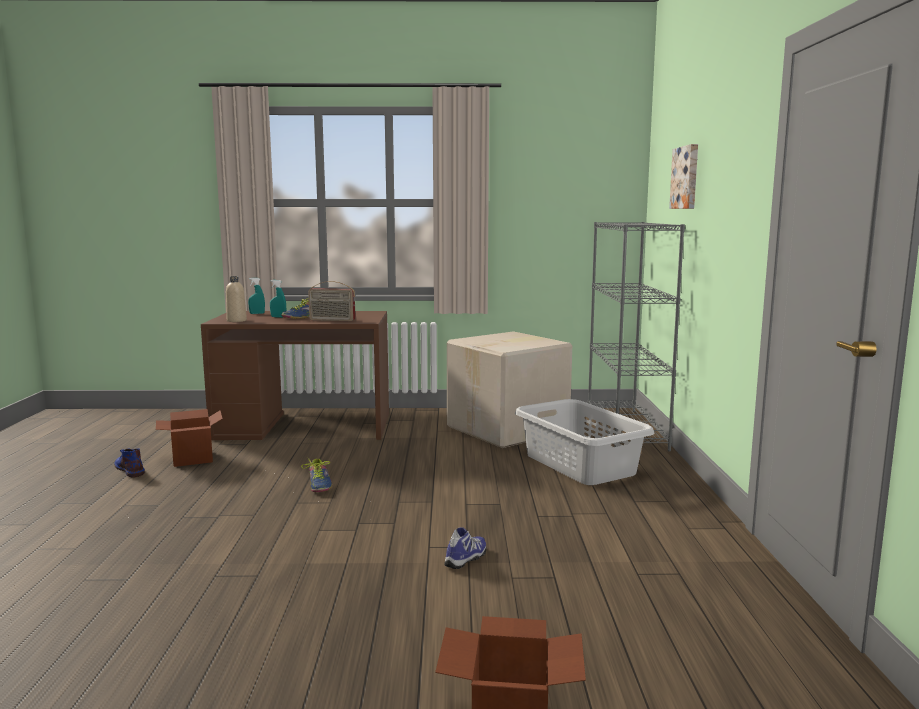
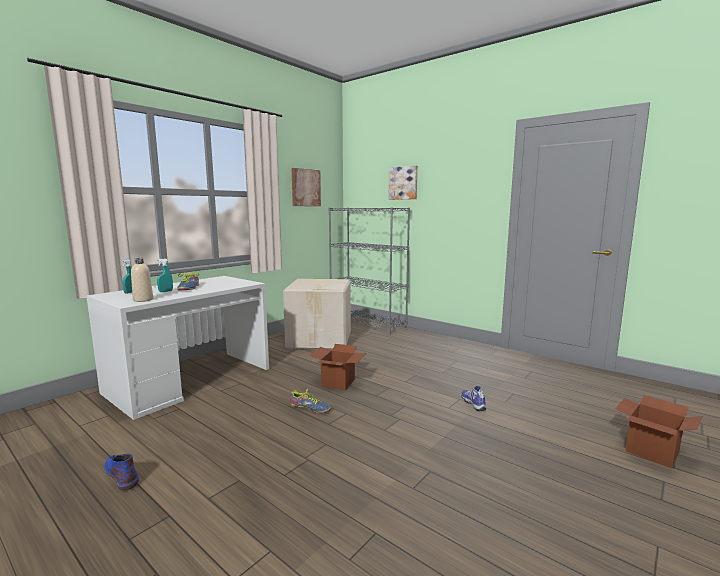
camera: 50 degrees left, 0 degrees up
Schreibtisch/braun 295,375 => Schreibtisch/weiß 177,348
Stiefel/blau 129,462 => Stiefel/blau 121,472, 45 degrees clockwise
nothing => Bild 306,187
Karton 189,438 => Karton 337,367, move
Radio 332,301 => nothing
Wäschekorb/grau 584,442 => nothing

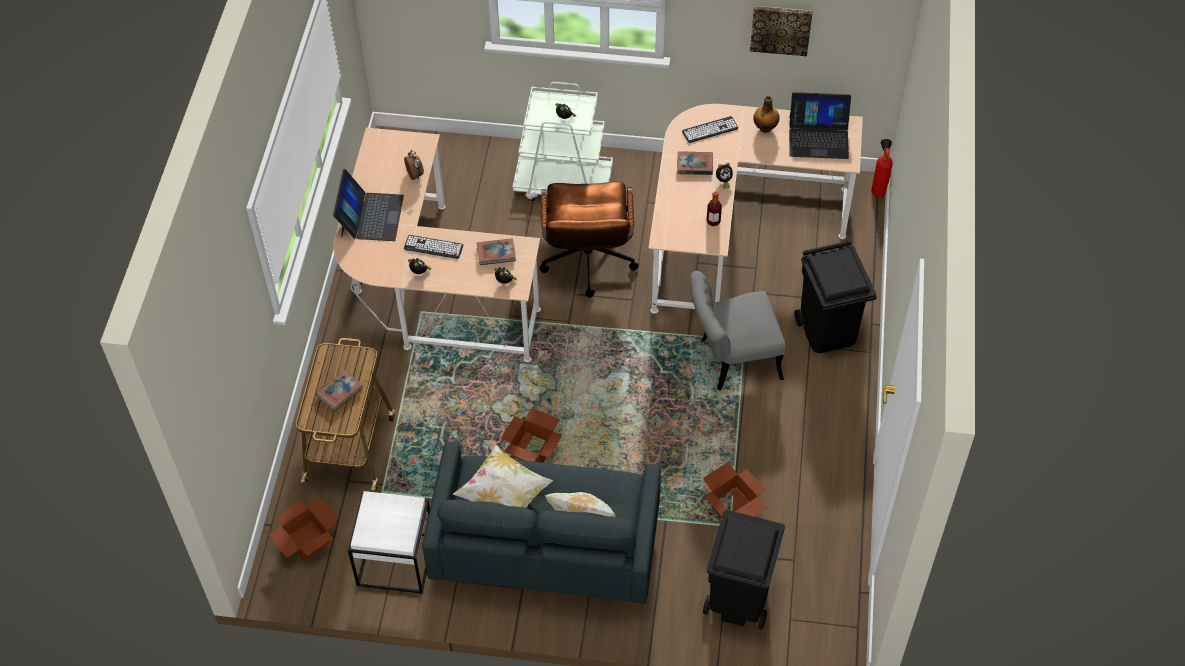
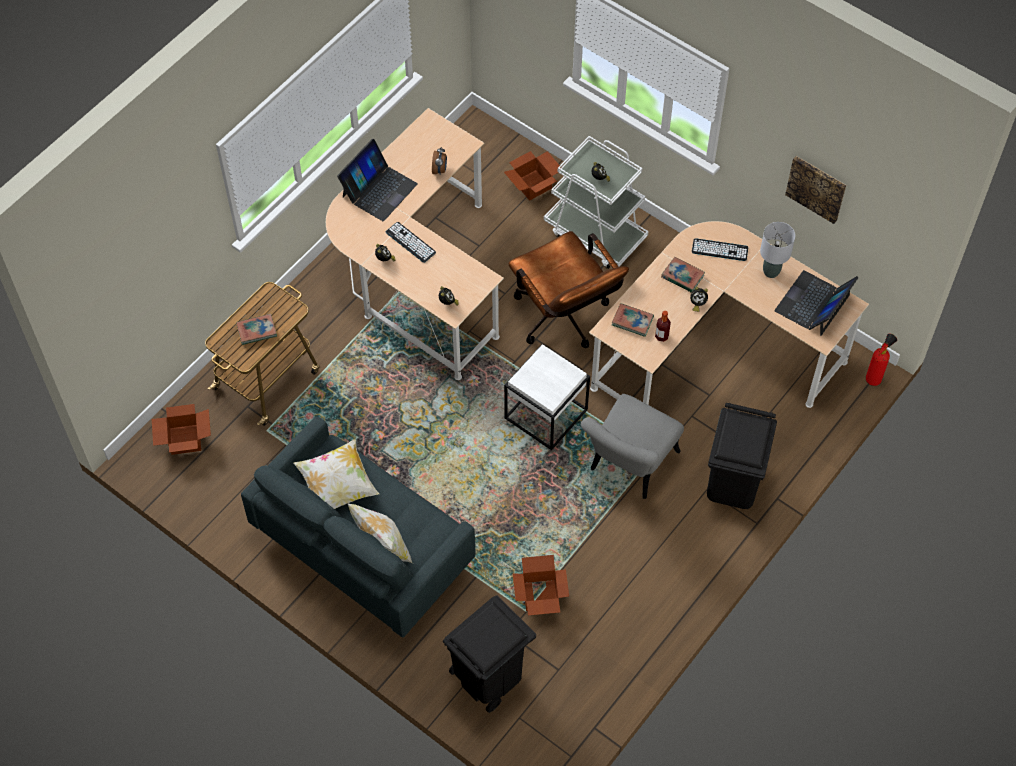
camera: 30 degrees right, 5 degrees up
Karton 532,435 => Karton 532,176, move
Beistelltisch/weiß 389,542 => Beistelltisch/weiß 547,397, move
Bürostuhl/braun 589,240 => Bürostuhl/braun 568,289, 60 degrees counterclockwise
Stuhl/grau 738,330 => Stuhl/grau 632,446, 75 degrees counterclockwise
Buch 496,251 => Buch 633,320, move
Flasche 766,114 => Tischlampe/grau 777,250
Laptop 820,125 => Laptop 816,303, 90 degrees clockwise

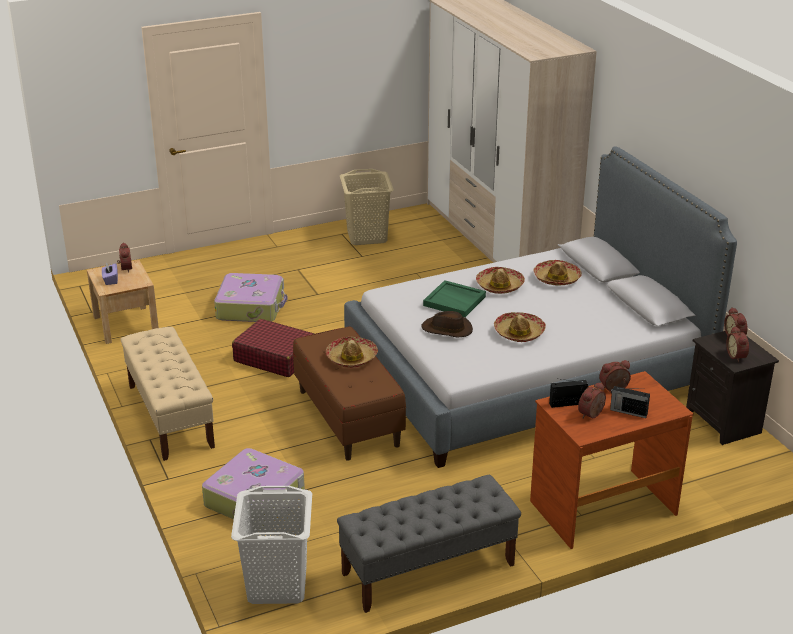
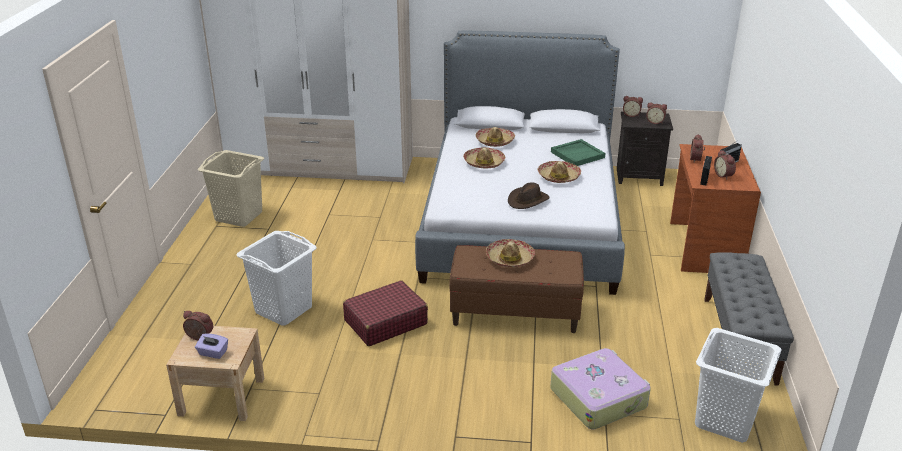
camera: 60 degrees left, 0 degrees up
Koffer 251,297 => Wäschekorb/weiß 276,278
Tablett/grün 454,298 => Tablett/grün 578,152, move
Bank/beige 168,394 => nothing

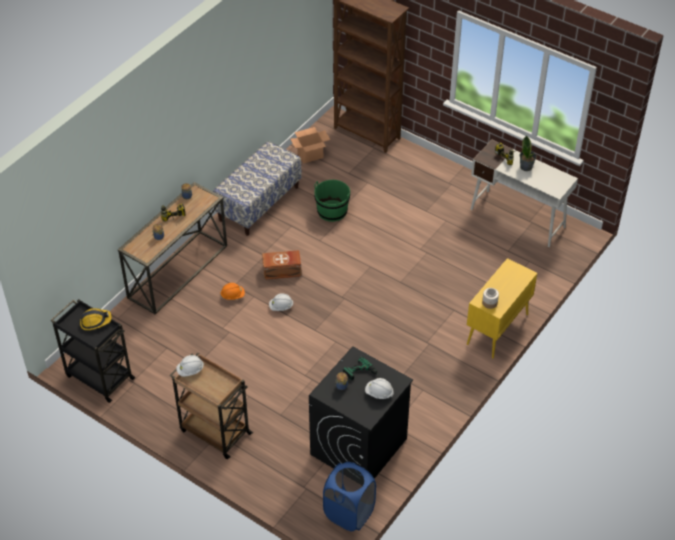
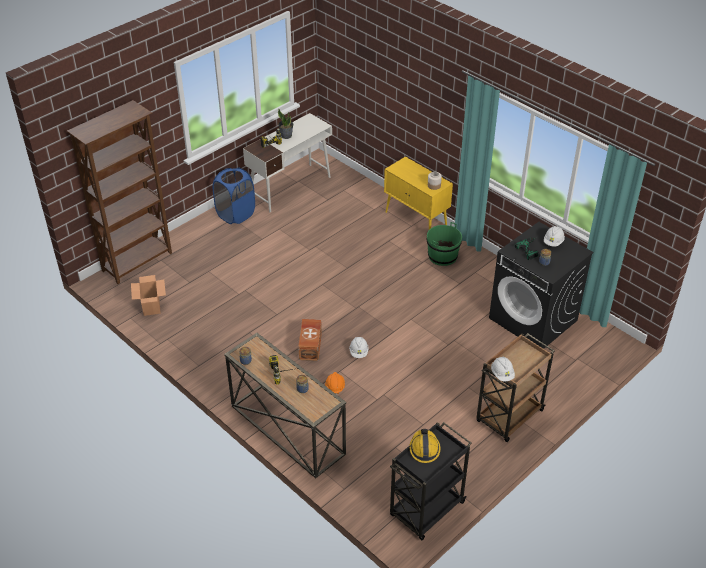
camera: 80 degrees left, 5 degrees down
Wäschekorb/blau 349,496 => Wäschekorb/blau 234,195, move
Eimer/grün 332,201 => Eimer/grün 444,244, move
Bank 257,188 => nothing

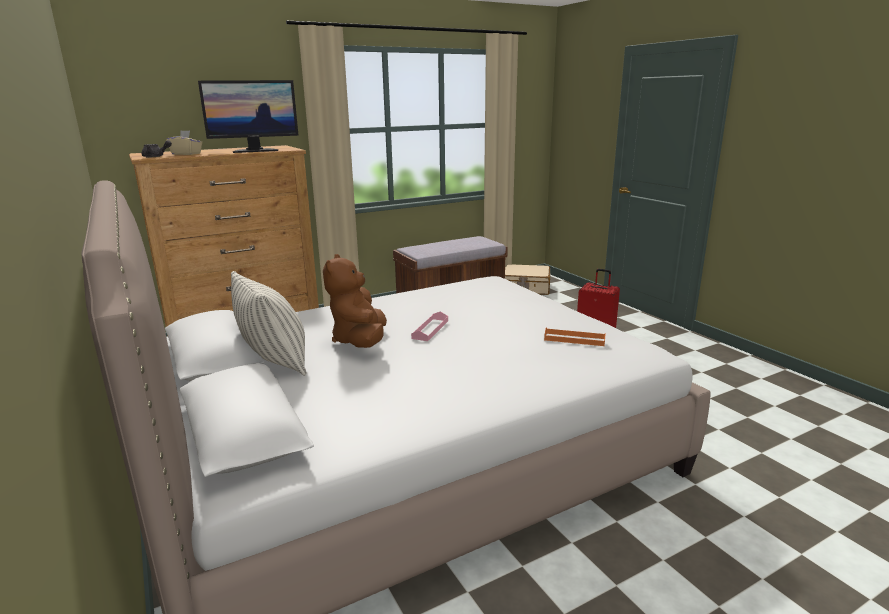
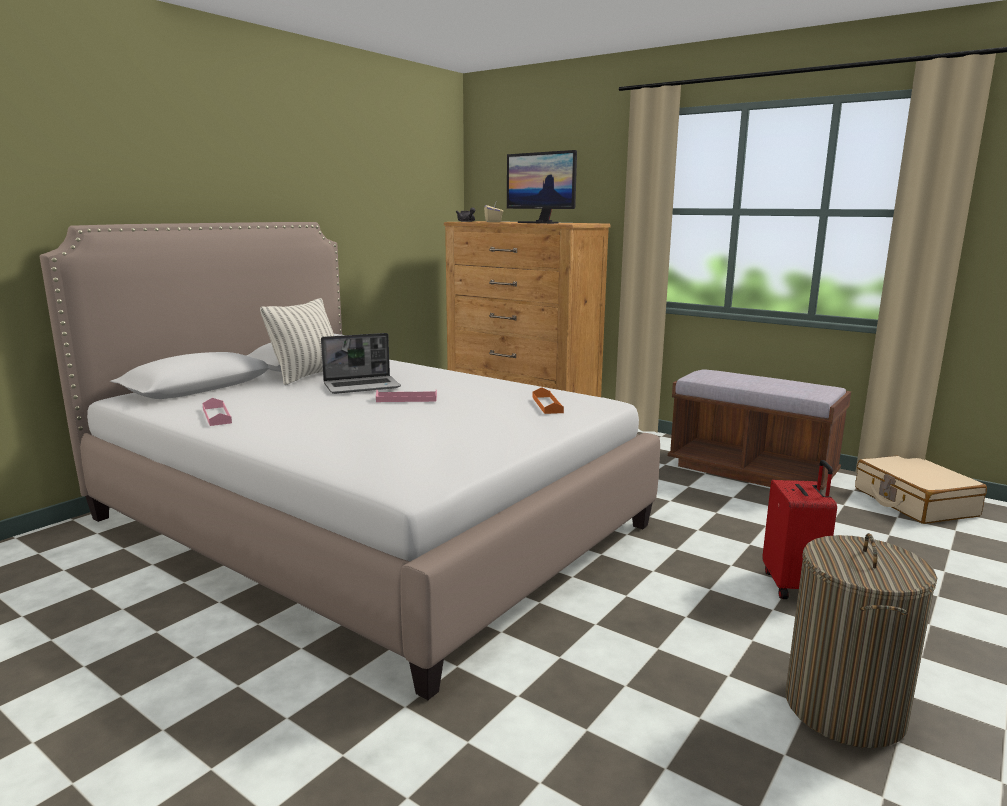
camera: 65 degrees right, 5 degrees down
nothing => Tablett/rosa 217,412
Plüschtier/braun 355,301 => Laptop 361,363
Tablett/orange 575,337 => Tablett/orange 548,400, move
nothing => Wäschekorb 861,640

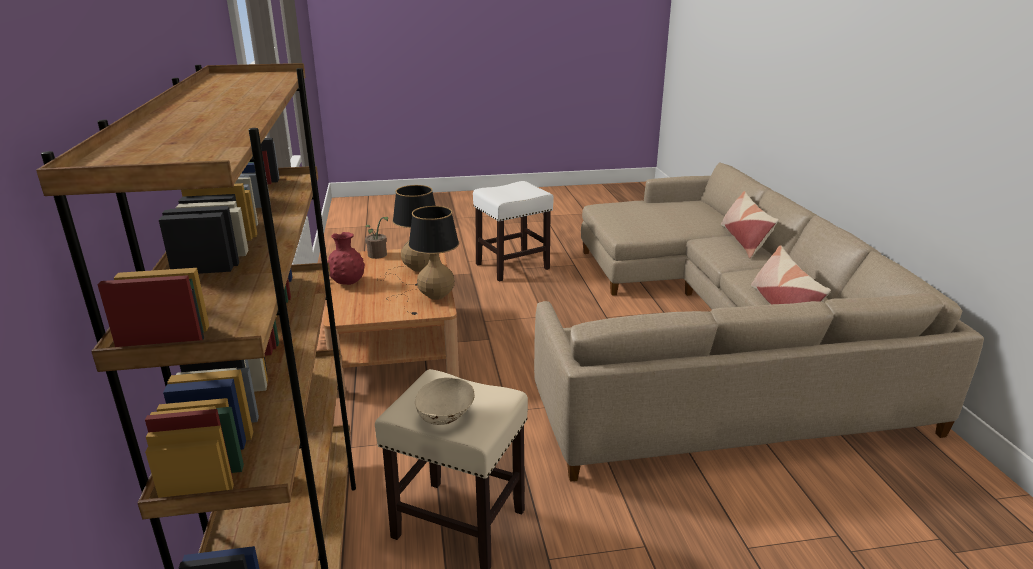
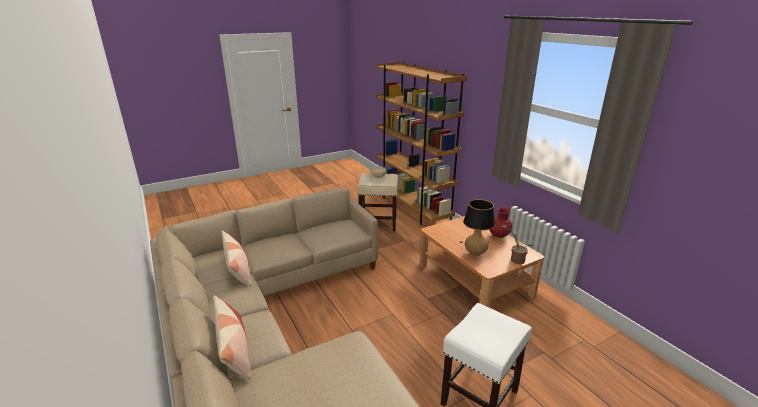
camera: 160 degrees right, 0 degrees up
Tischlampe 424,260 => nothing

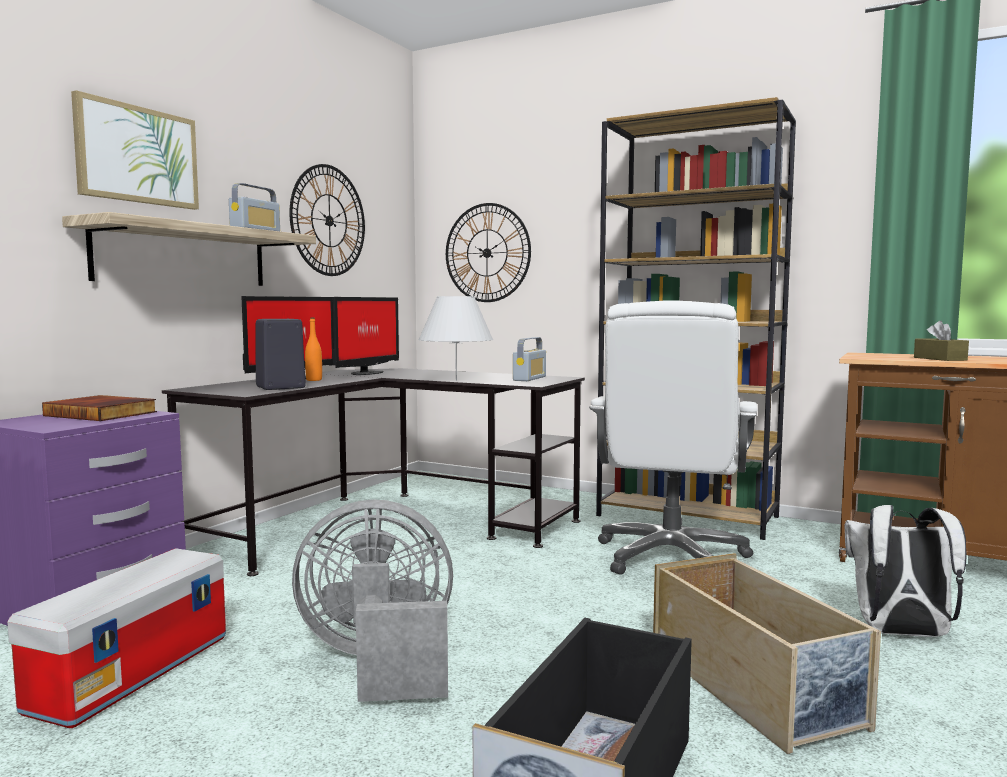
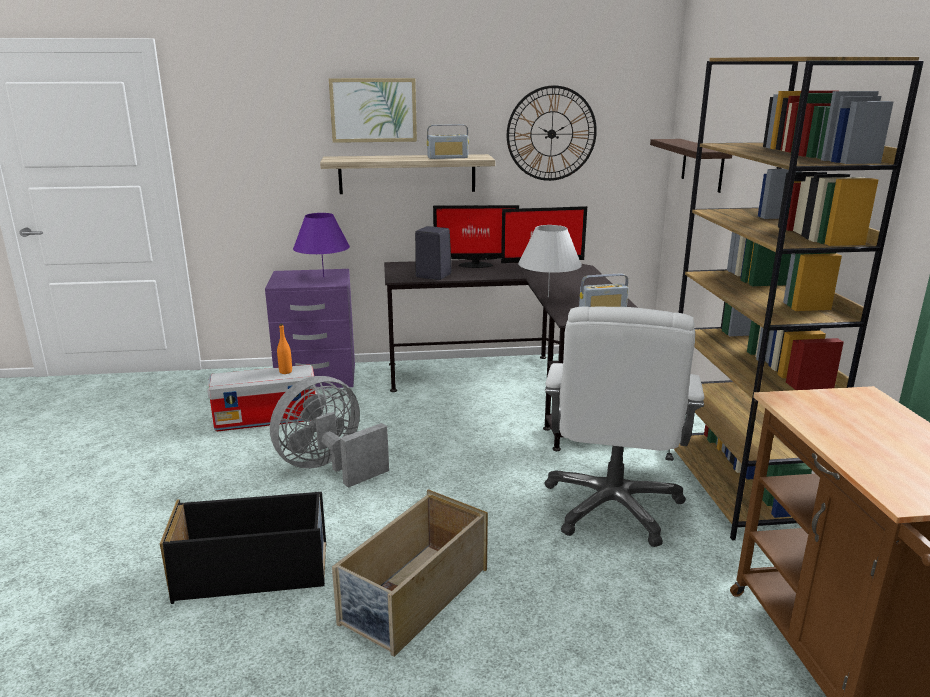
camera: 55 degrees right, 15 degrees up
Ventilator/grau 372,600 => Ventilator/grau 329,432, 90 degrees counterclockwise
Flasche/orange 313,349 => Flasche/orange 284,349, move
Buch 99,408 => Tischlampe/lila 321,245
Bürostuhl/weiß 673,437 => Bürostuhl/weiß 624,427, 60 degrees counterclockwise
Wanduhr 488,252 => Wandregal 691,166
Rucksack/weiß 906,571 => nothing
Taschentuchbox/braun 941,341 => nothing

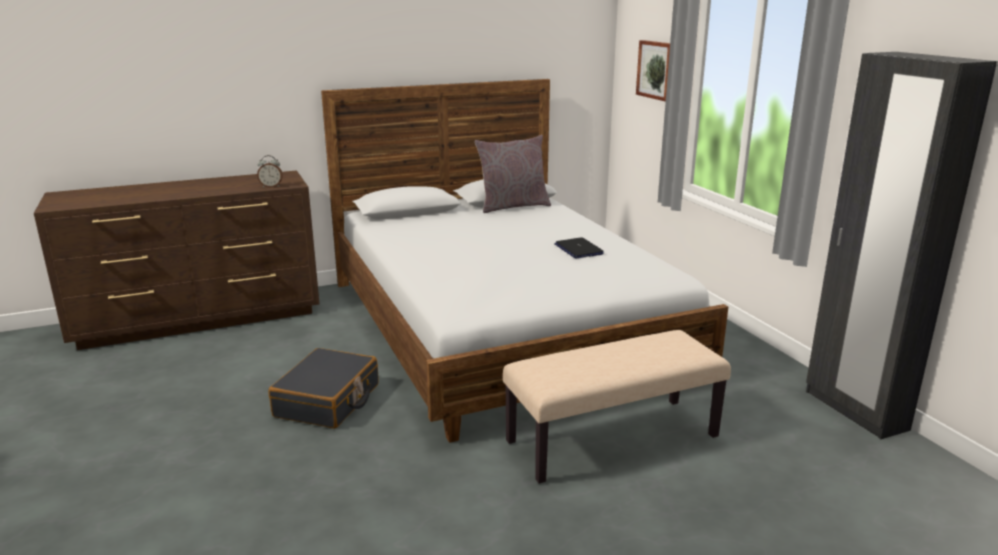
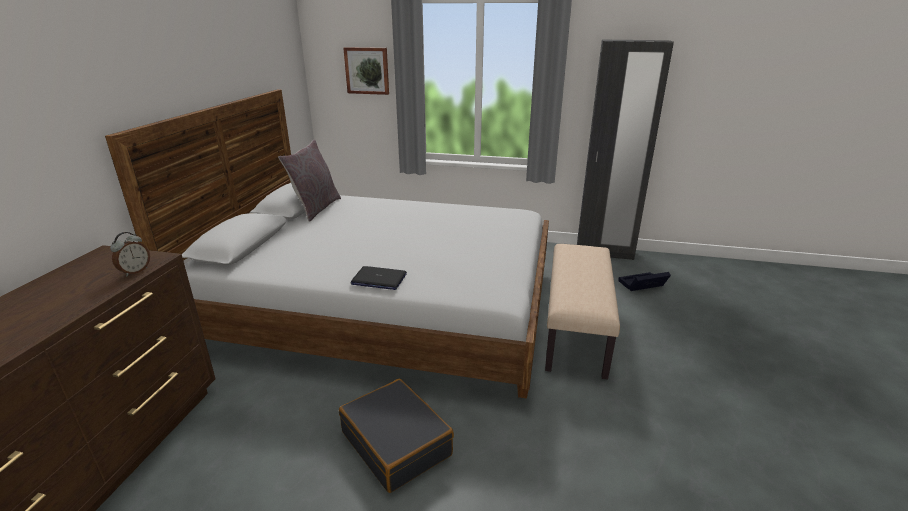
camera: 55 degrees left, 5 degrees up
Laptop 579,247 => Laptop 379,278, move
nothing => Aufbewahrungsbox/schwarz 644,281

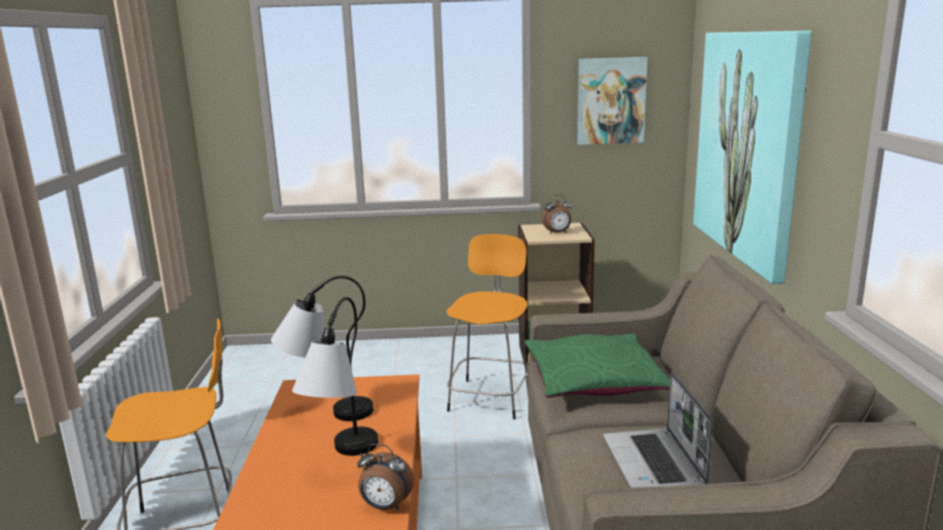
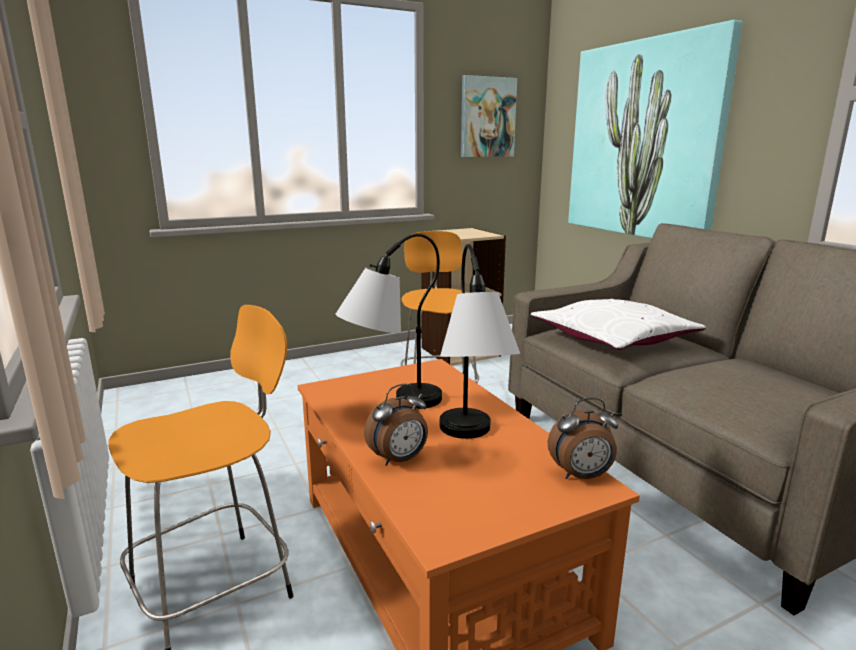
camera: 25 degrees left, 0 degrees up
Wecker 557,214 => Wecker 396,425, move
Kissen/grün 597,365 => Kissen/weiß 618,324
Laptop 658,429 => nothing

